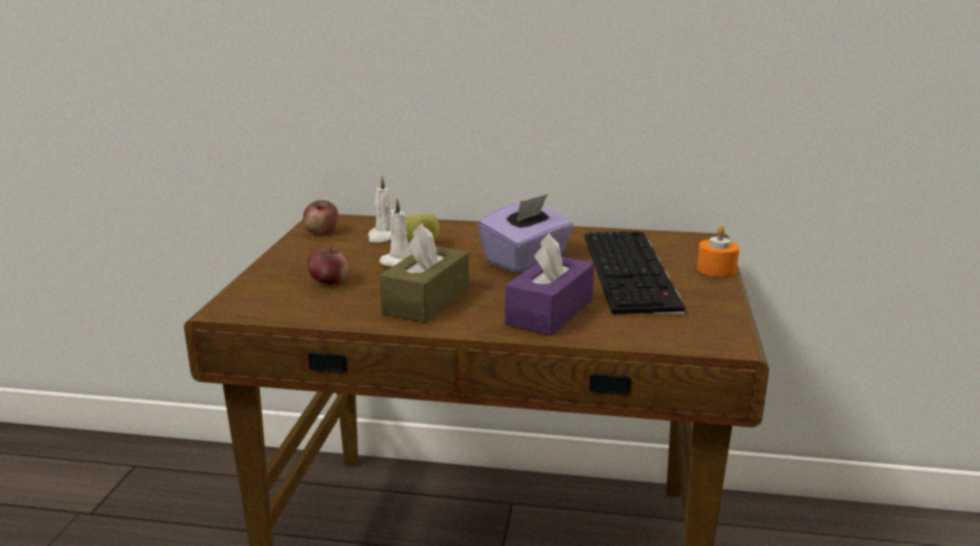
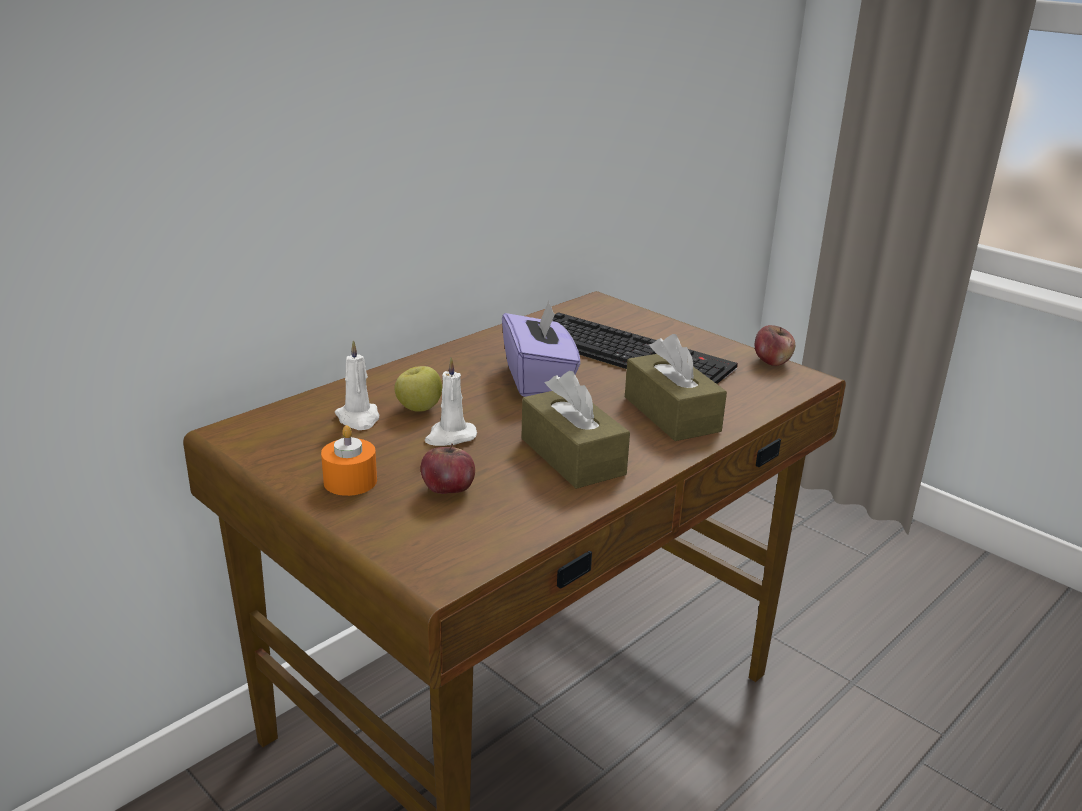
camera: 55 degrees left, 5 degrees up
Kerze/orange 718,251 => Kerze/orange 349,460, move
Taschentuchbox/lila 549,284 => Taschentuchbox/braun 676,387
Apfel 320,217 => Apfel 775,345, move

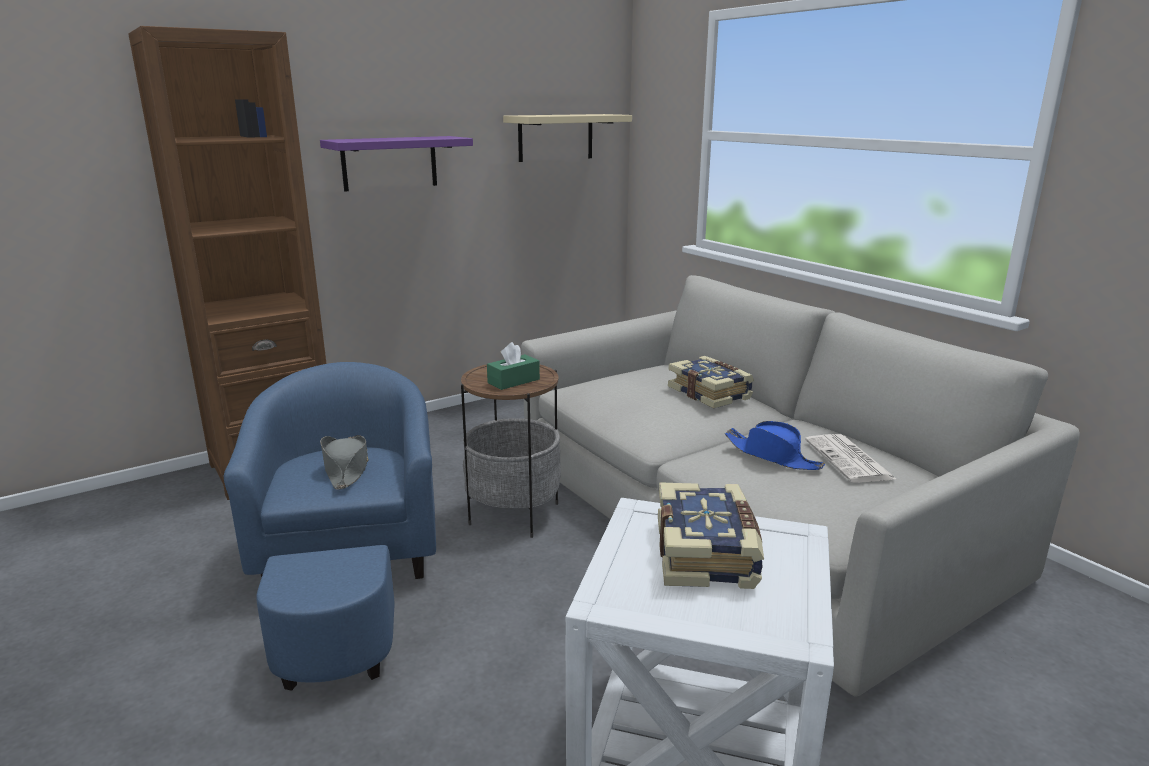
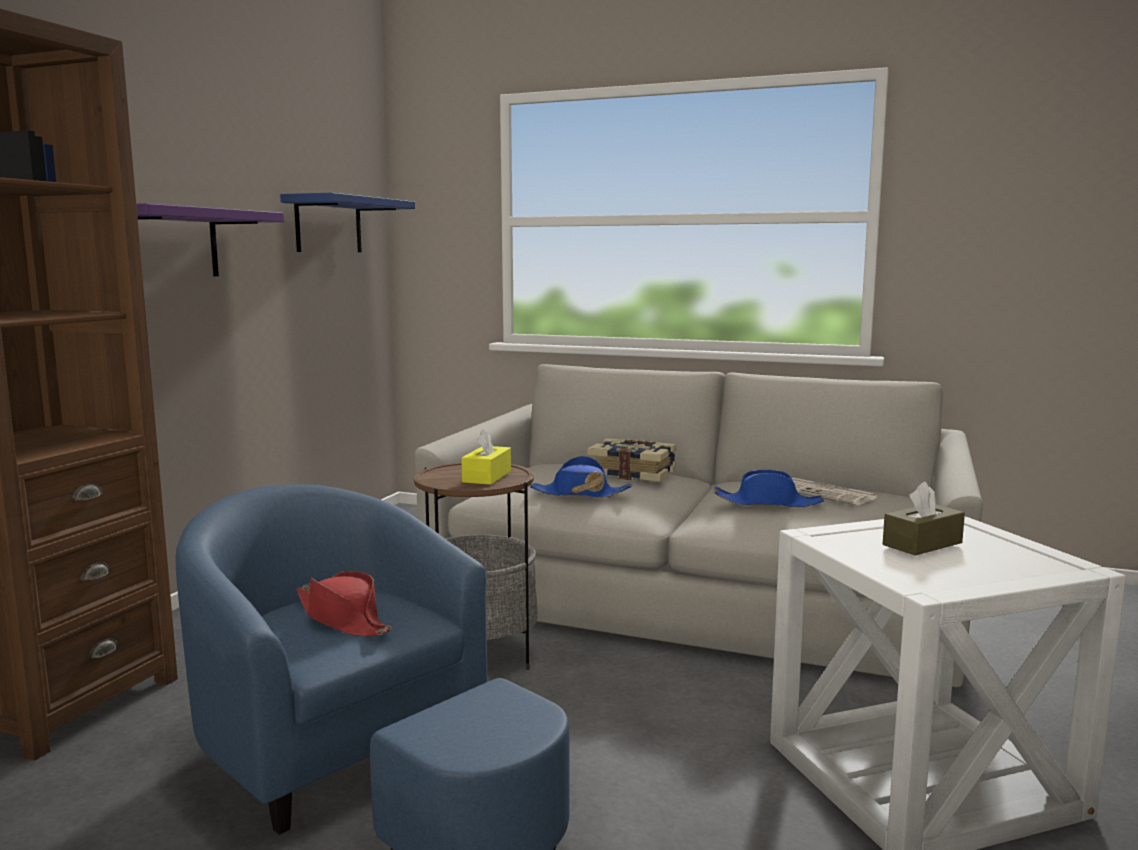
camera: 35 degrees left, 10 degrees down
Wandregal/beige 567,138 => Wandregal/blau 347,222
Hut/grau 344,462 => Hut/rot 343,603
Taschentuchbox/grün 513,366 => Taschentuchbox/gelb 486,456
nothing => Hut/blau 581,477
Buch 711,535 => Taschentuchbox/braun 924,519

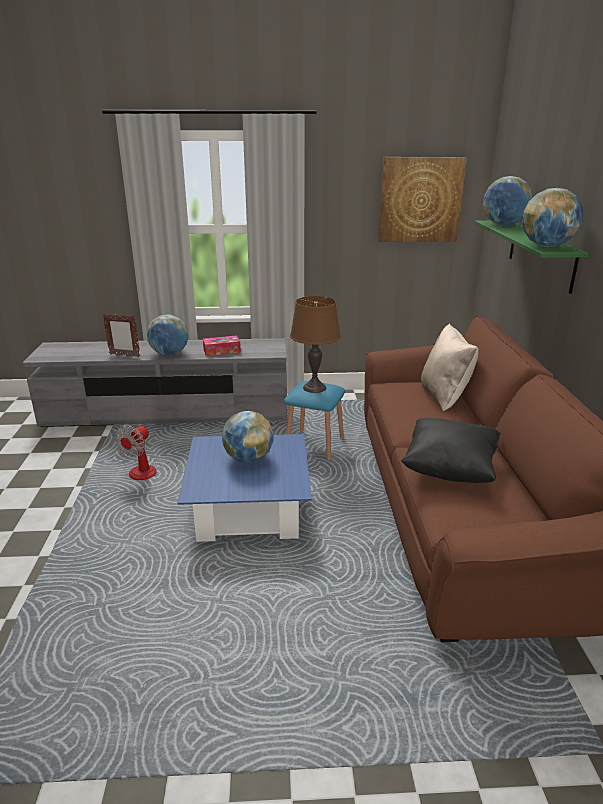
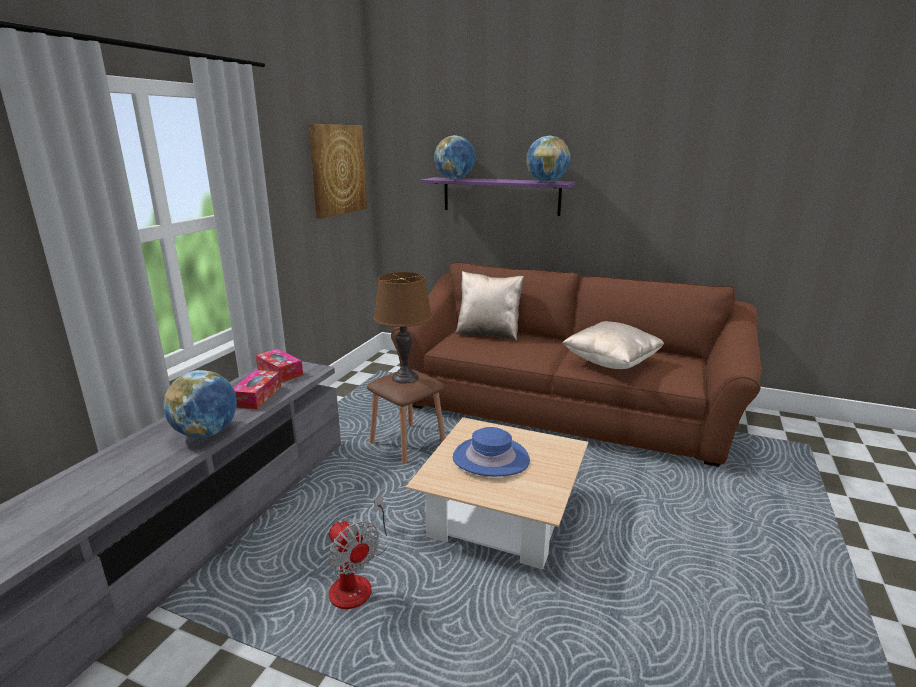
camera: 65 degrees left, 5 degrees down
nothing => Taschentuchbox 279,366
Hocker/blau 314,420 => Hocker/braun 406,416
Couchtisch/blau 244,488 => Couchtisch/beige 497,493
Wandregal/grün 532,257 => Wandregal/lila 497,196
Globus 248,437 => Hut/blau 491,452
Kissen/schwarz 451,450 => Kissen/beige 613,345
Bilderrahmen 121,335 => nothing

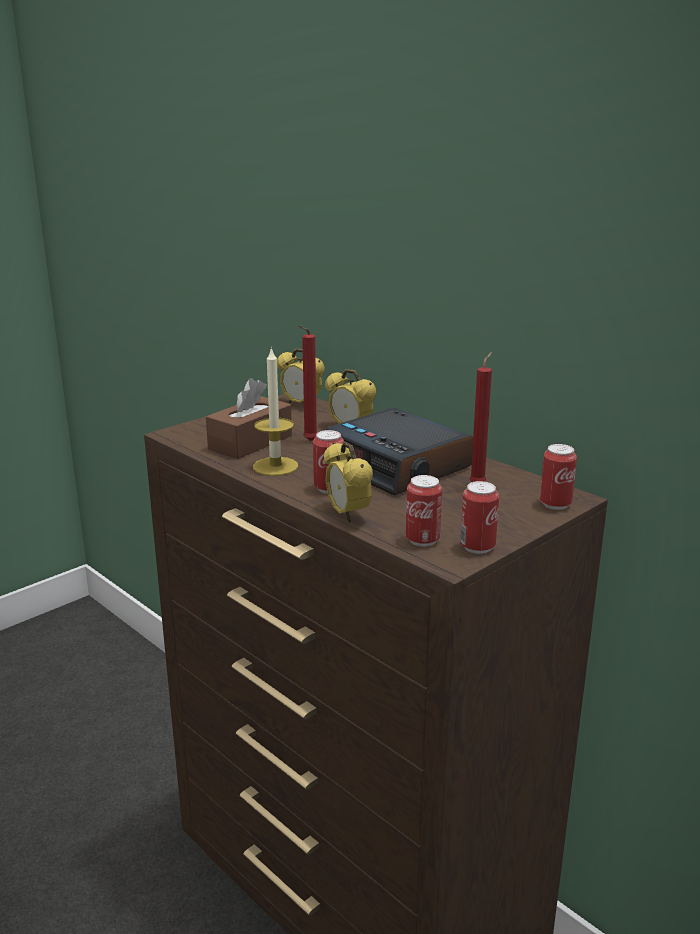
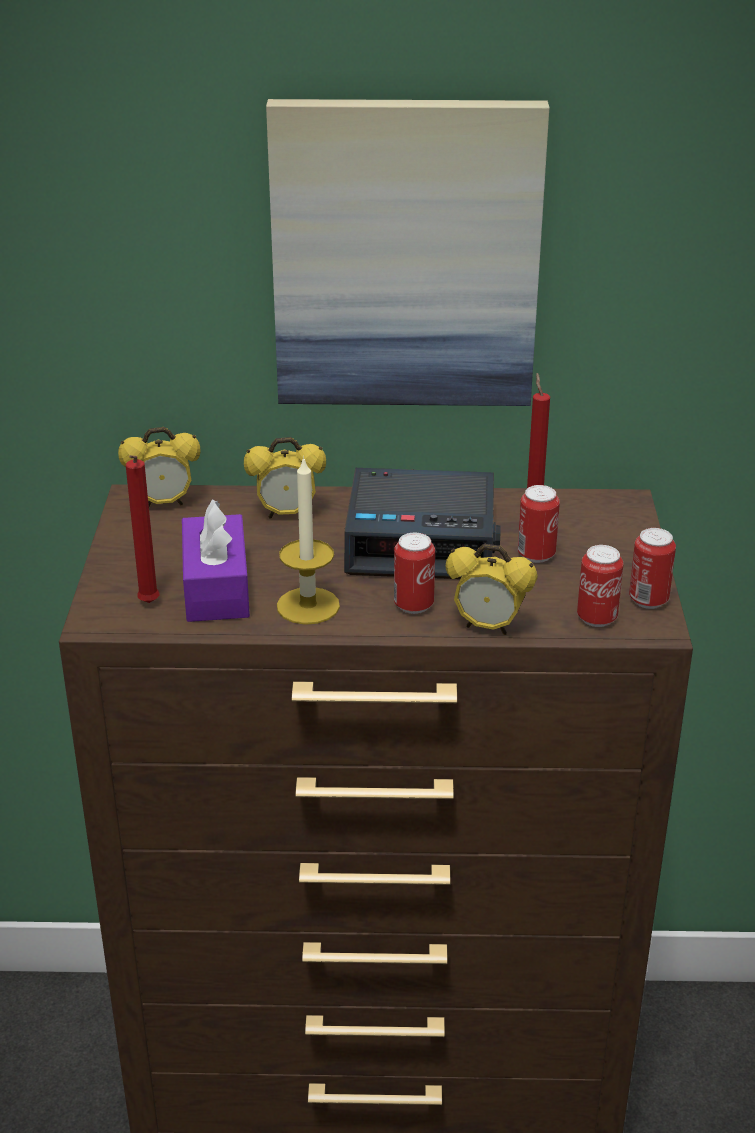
camera: 45 degrees left, 10 degrees up
Kerze/rot 308,383 => Kerze/rot 142,529, move
Taschentuchbox/braun 249,418 => Taschentuchbox/lila 216,560
nothing => Bild 407,252
Dose 558,477 => Dose 539,524, move

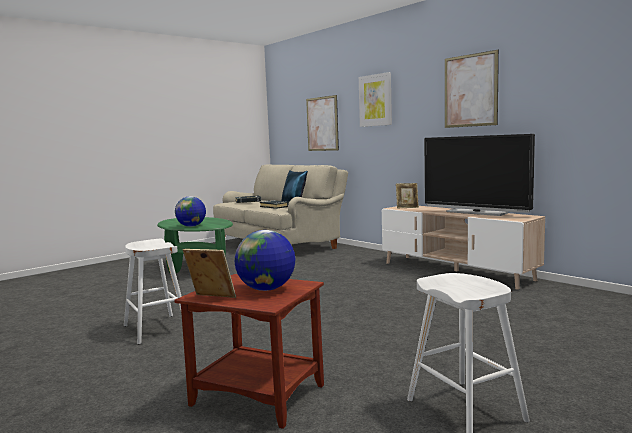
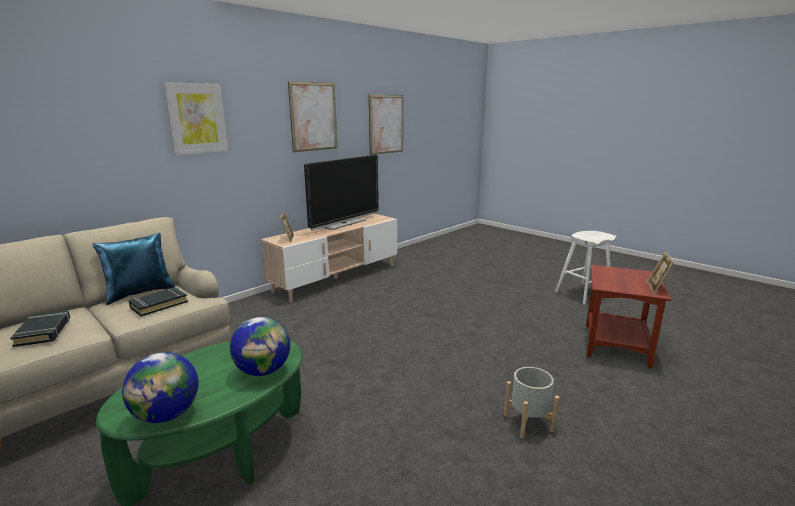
camera: 95 degrees left, 10 degrees up
Globus 265,260 => Globus 160,387, move
Bild 322,123 => Bild 386,125, move
Hocker/weiß 153,291 => Pflanzkübel/grau 531,403

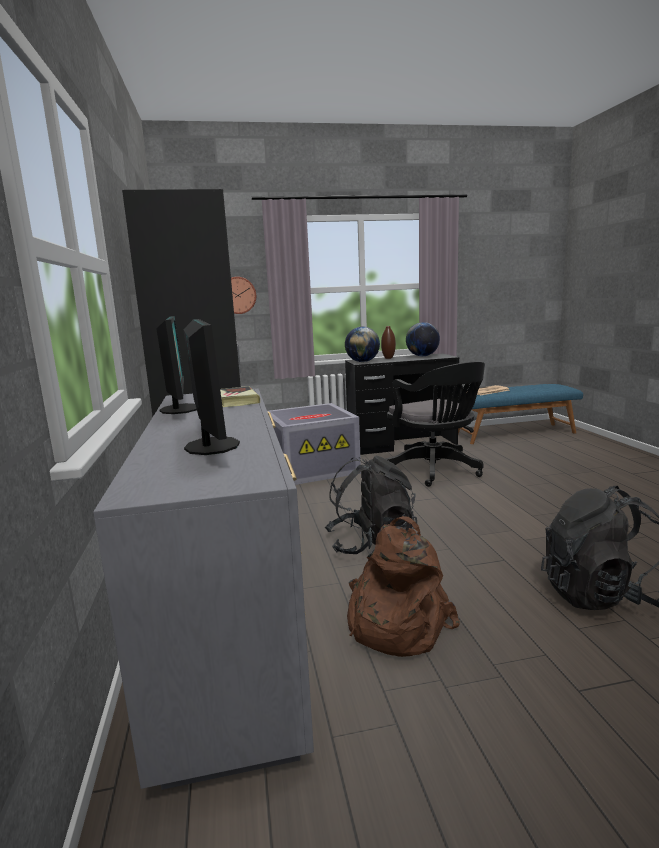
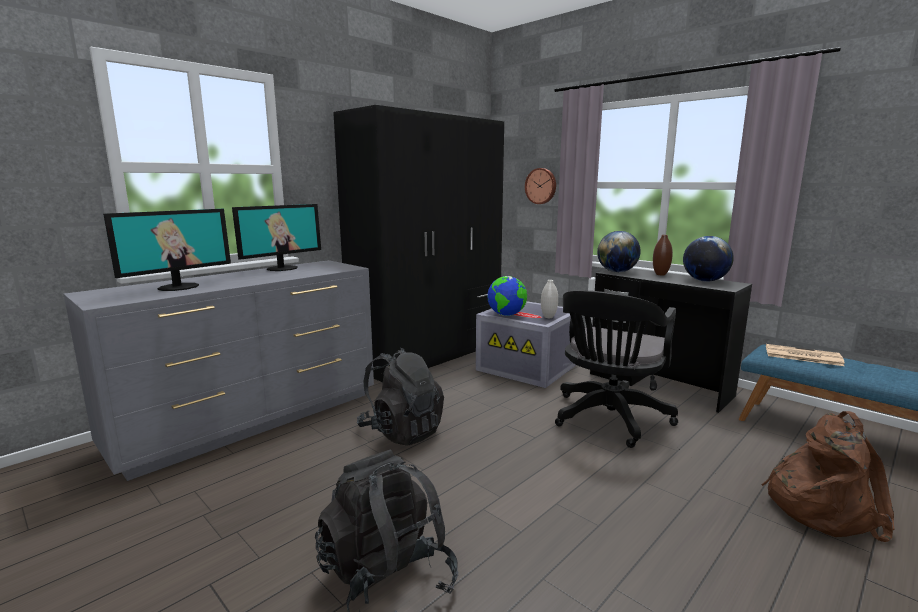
camera: 55 degrees right, 0 degrees up
nothing => Globus 507,296
nothing => Vase/weiß 549,299
Rucksack/braun 403,586 => Rucksack/braun 828,476, move
Buch 240,396 => nothing

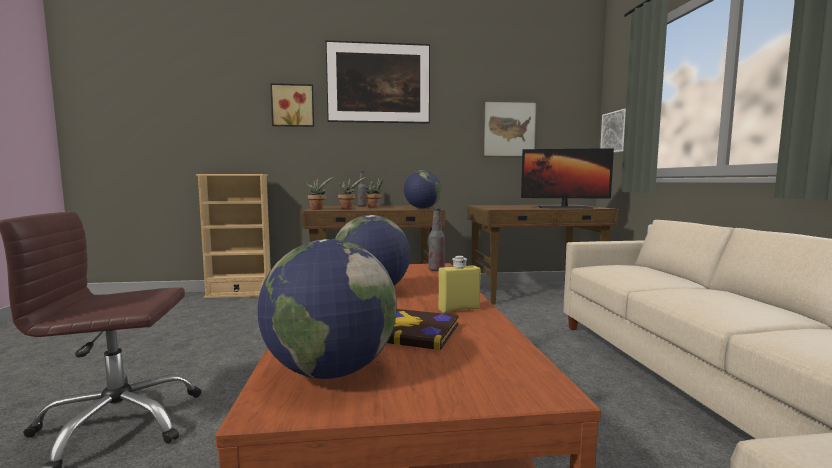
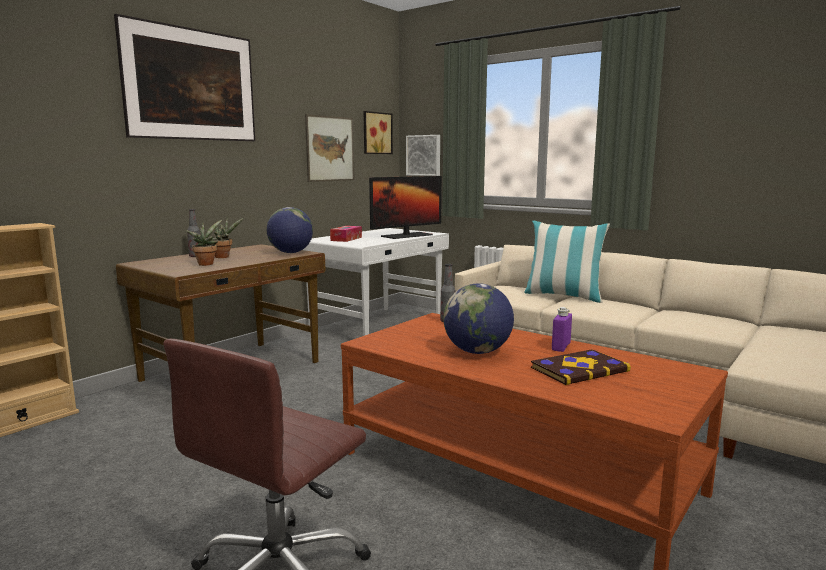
camera: 45 degrees left, 5 degrees up
Schreibtisch/braun 543,255 => Schreibtisch/weiß 376,282
nothing => Taschentuchbox 346,234
Bild 292,105 => Bild 378,132, move
nothing => Kissen 567,262
Flasche/gelb 459,284 => Flasche/lila 562,329
Globus 327,309 => nothing
Topfpflanze 319,193 => nothing

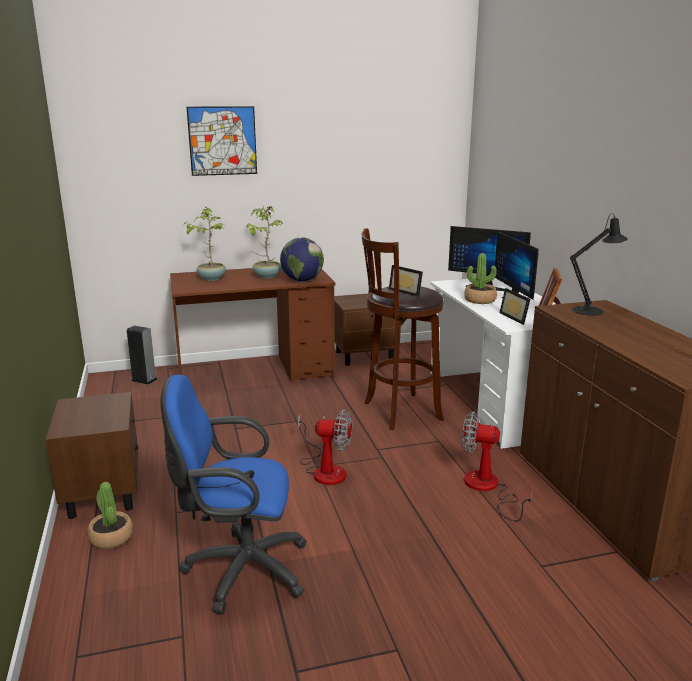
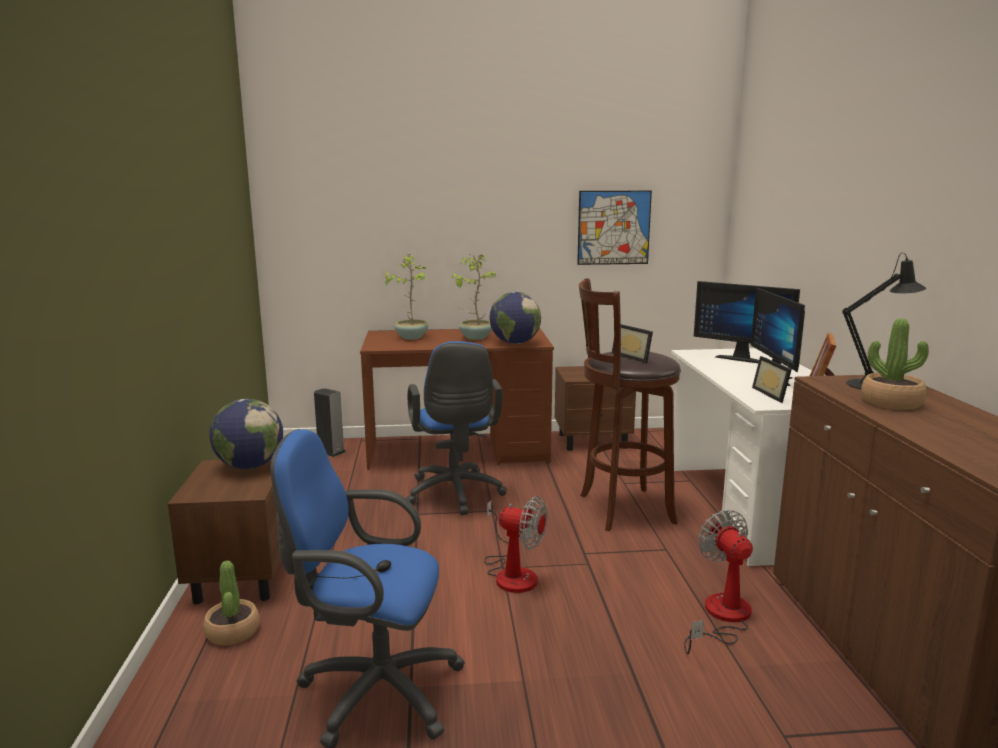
camera: 10 degrees right, 5 degrees down
nothing => Globus 246,434
nothing => Bürostuhl/blau 456,428
Bild 222,141 => Bild 614,228, move
Ventilator 497,466 => Ventilator 718,582, 45 degrees clockwise
Topfpflanze 480,278 => Topfpflanze 895,364, move

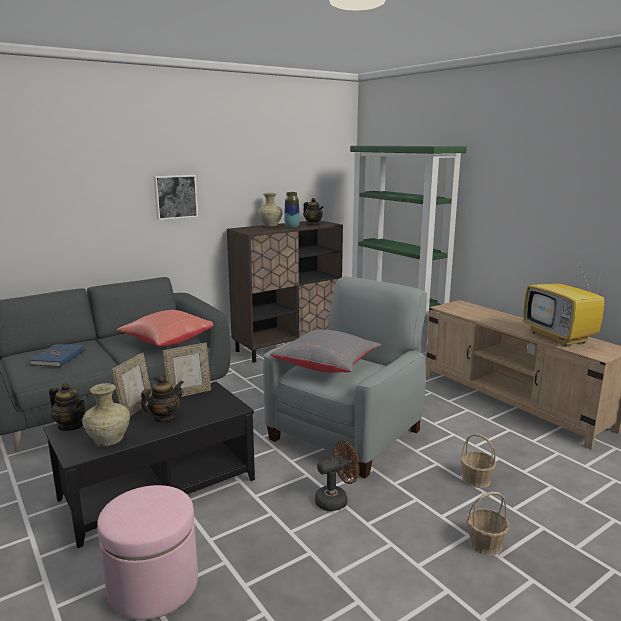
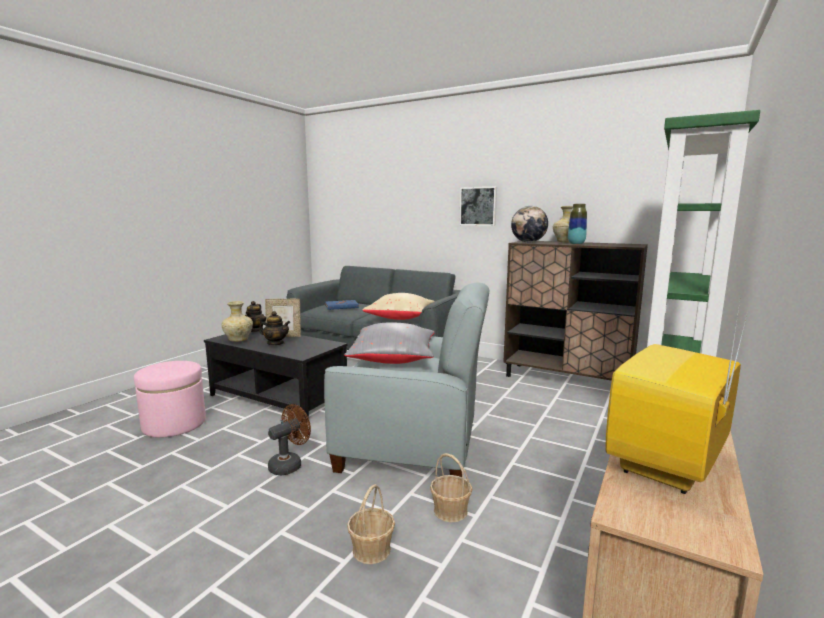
camera: 65 degrees right, 5 degrees down
Ventilator/braun 337,475 => Ventilator/braun 289,440, 90 degrees counterclockwise
Kissen/rot 165,328 => Kissen/beige 398,306
Korb 488,523 => Korb 451,487, move
nothing => Globus 529,224
Bilderrahmen 187,370 => nothing
Teekanne 313,211 => nothing

